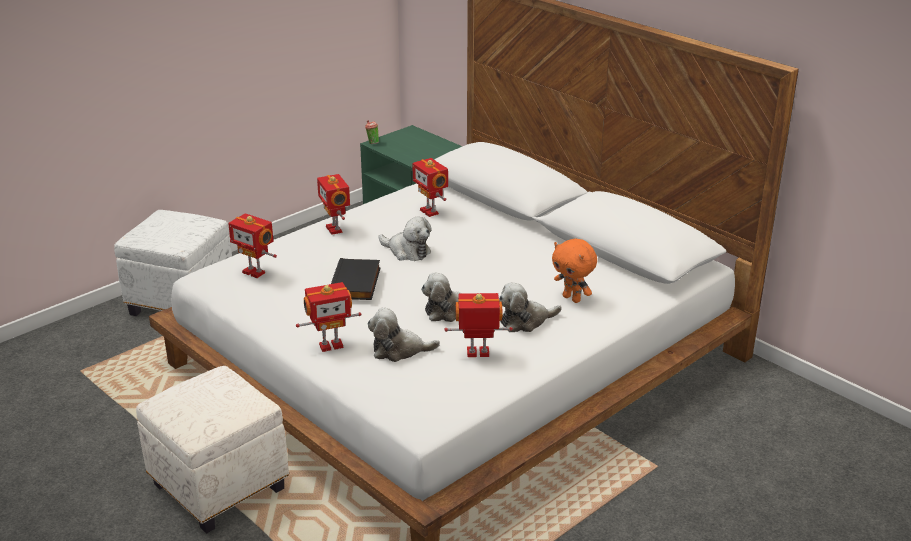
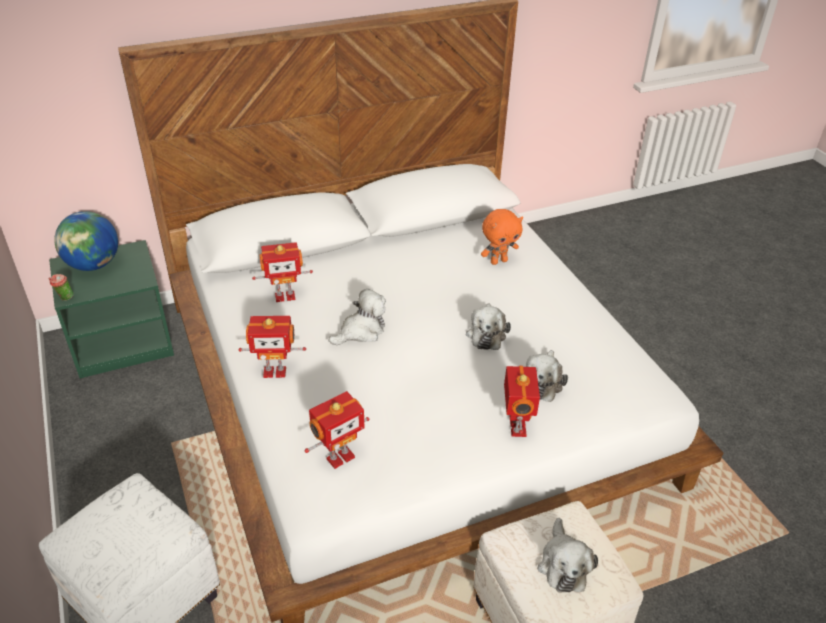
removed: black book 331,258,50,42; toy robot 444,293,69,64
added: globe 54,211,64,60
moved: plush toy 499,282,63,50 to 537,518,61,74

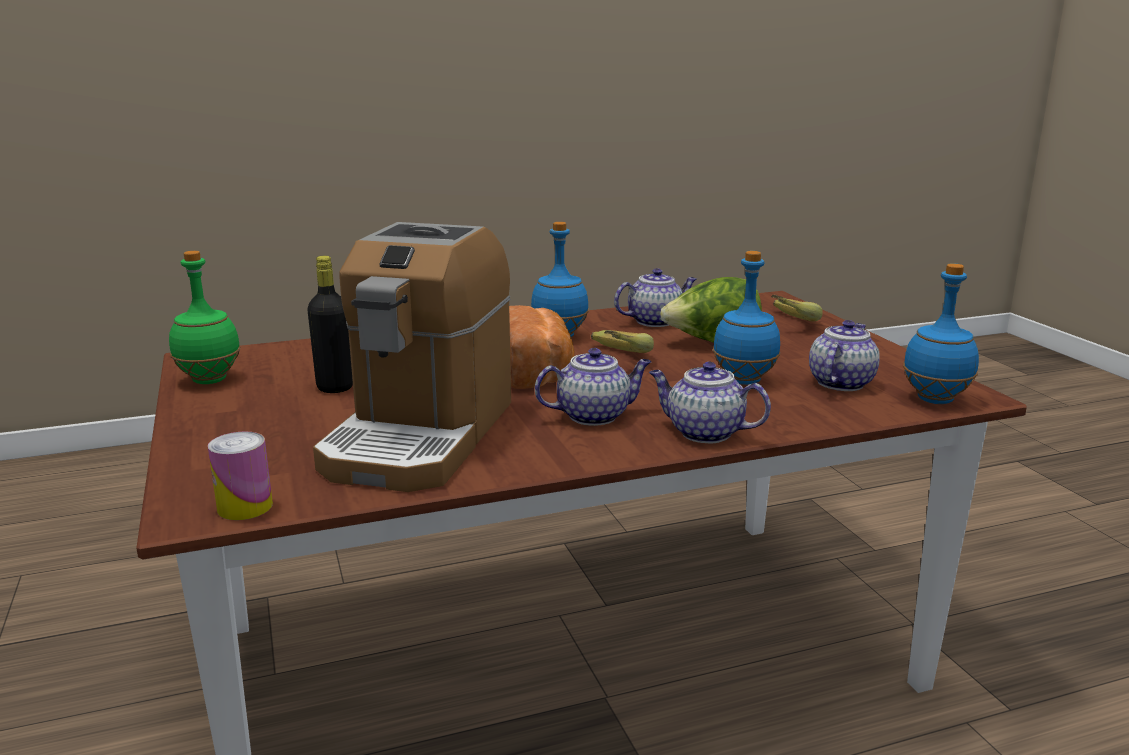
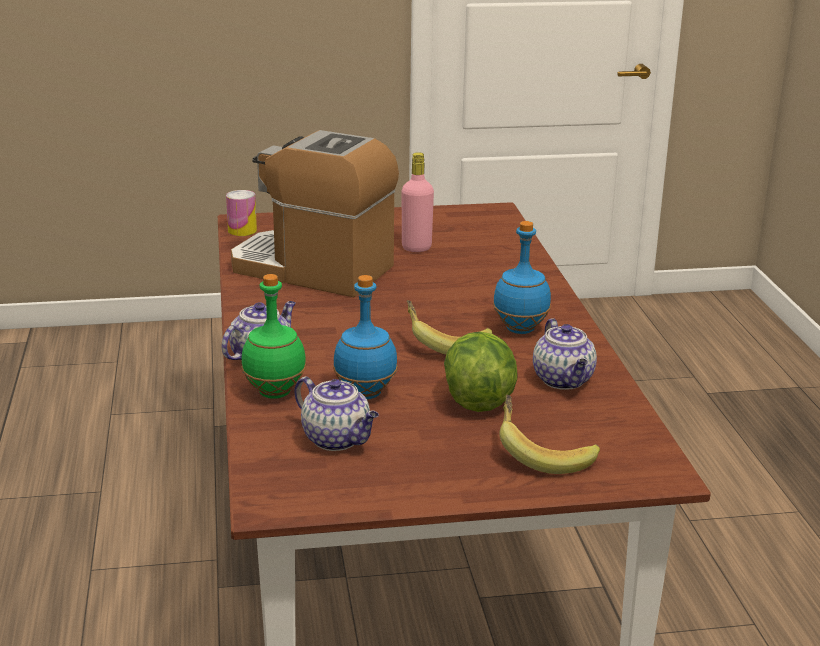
removed: bread 509,305,66,84; teapot 535,348,116,78; blue bottle 903,263,76,141
moved: green bottle 169,251,72,133 to 241,274,65,125
recoloured: black bottle 307,256,46,137 to pink bottle 402,152,32,100

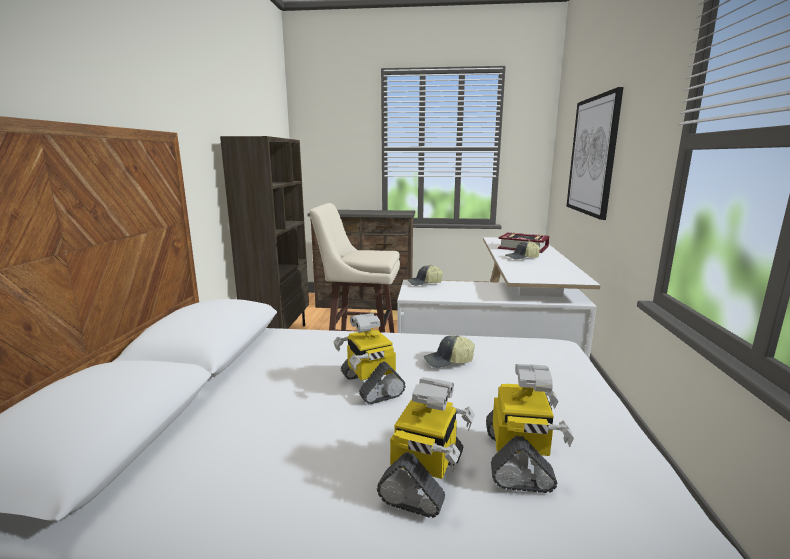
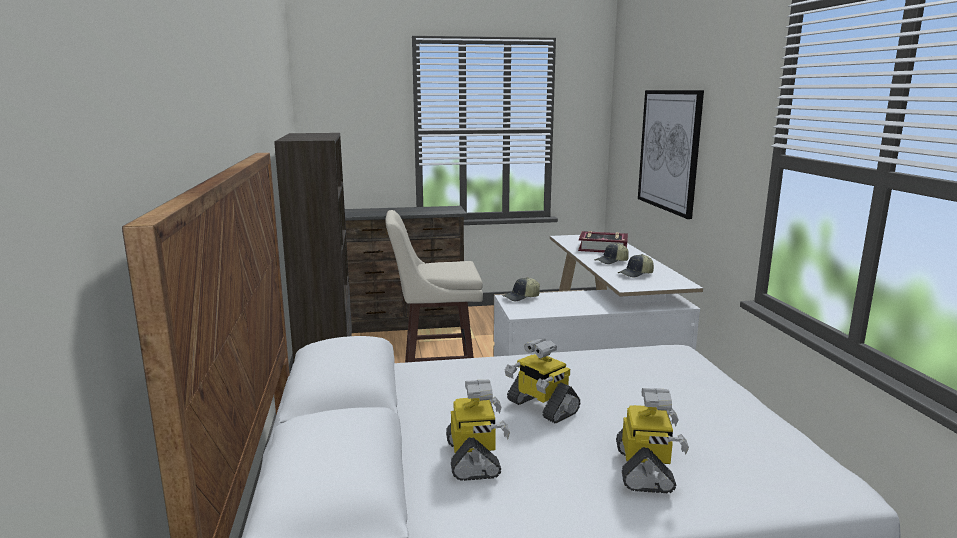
moved: cap 423,335,52,33 to 618,254,36,24; toy robot 486,364,88,129 to 446,380,64,101

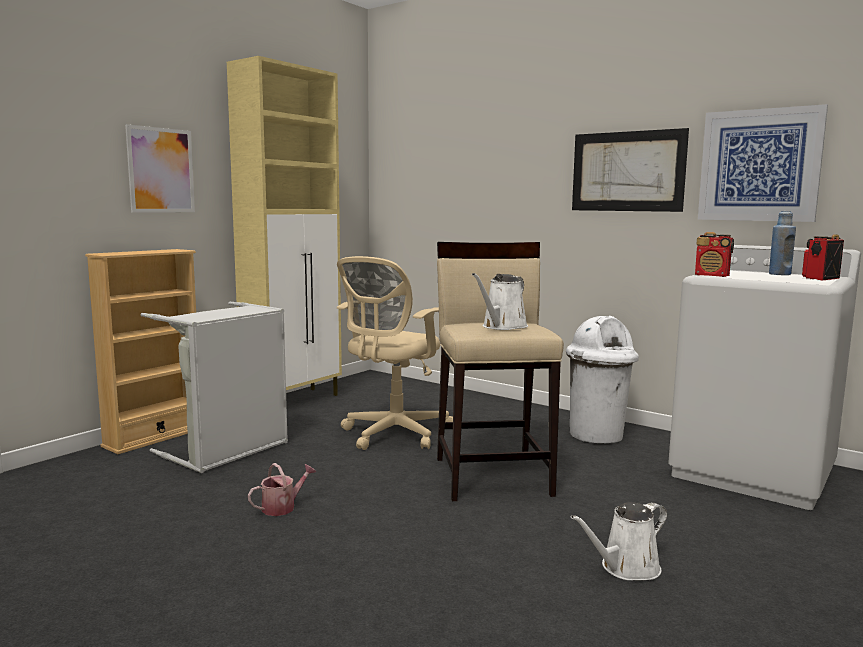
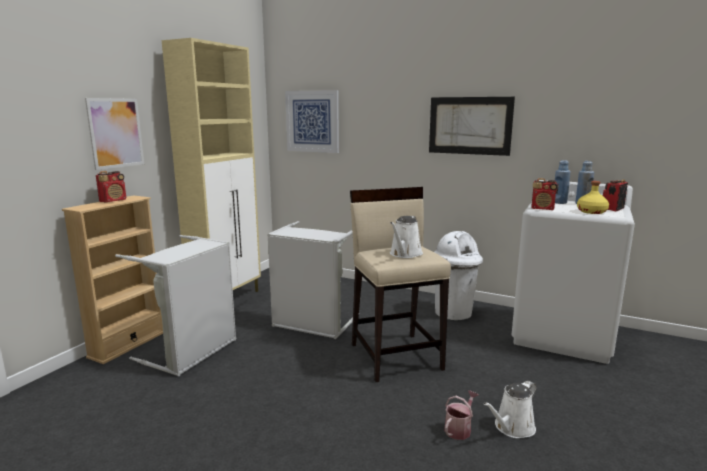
added: radio 96,171,30,32; blue bottle 555,160,16,44; yellow bottle 577,181,32,33
moved: watering can 248,463,68,53 to 444,390,35,50; picture 698,104,130,118 to 285,90,54,63
replaced: beige office chair 337,256,116,194 to grey laundry basket 267,221,86,118

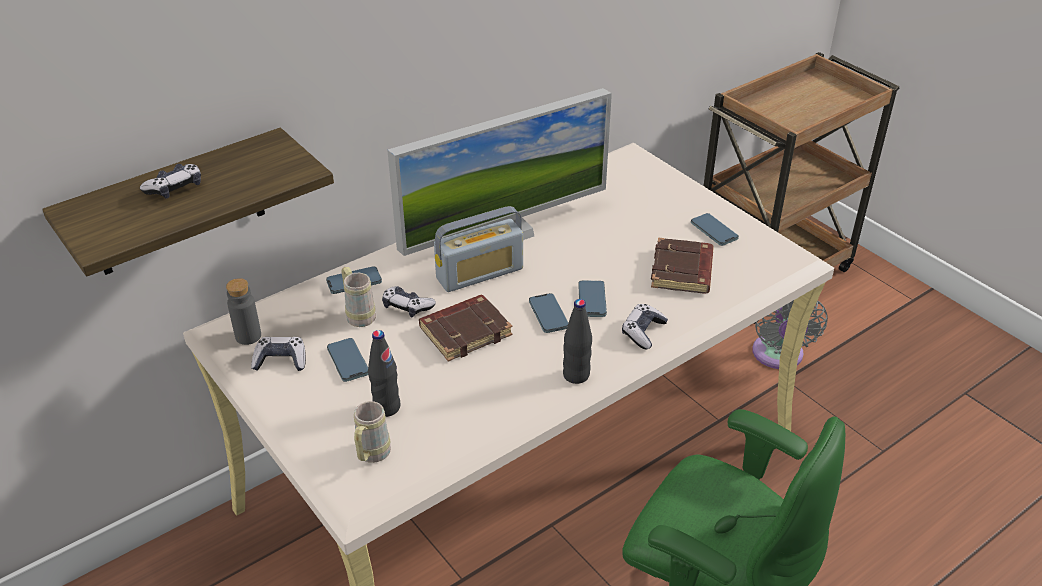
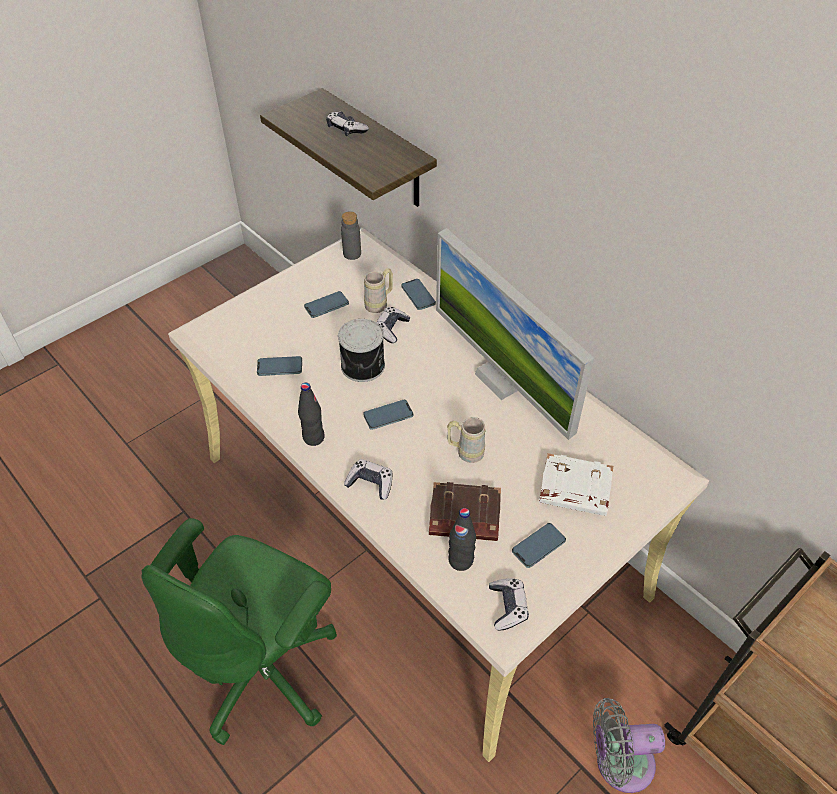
removed: radio 434,206,89,86
added: white book 539,453,74,63
moved: game controller 251,337,55,34 to 489,578,40,52; beige mug 354,401,37,62 to 447,417,38,46; black bottle 368,330,33,87 to 448,508,28,63; phone 578,281,29,36 to 257,356,45,20
replaced: brown book 419,295,93,67 to can 338,319,47,63

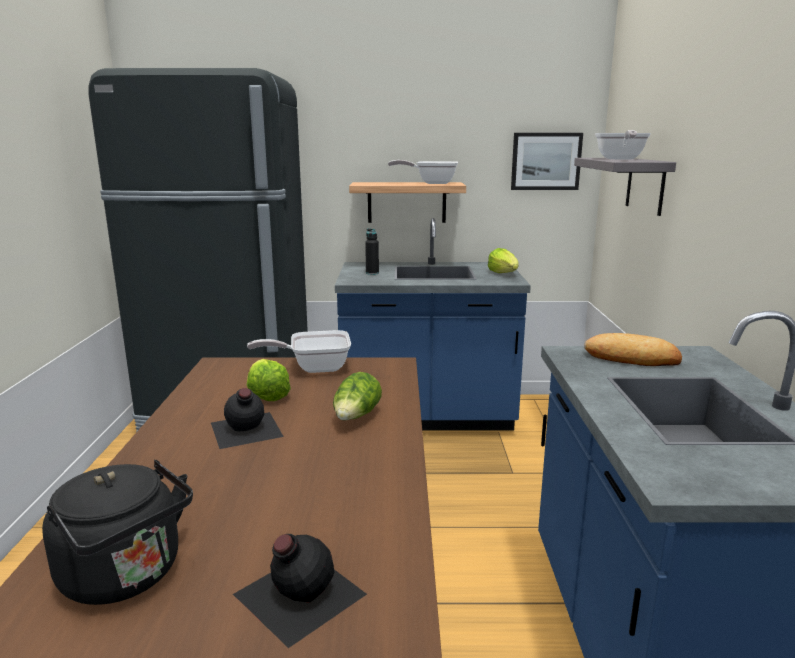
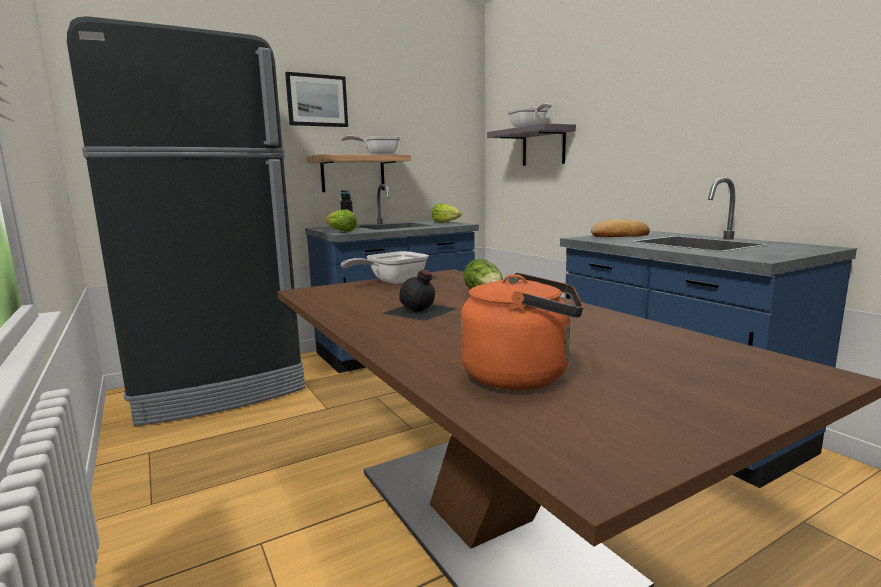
removed: black bottle 233,534,134,114
moved: lettuce 247,359,44,42 to 325,209,32,23; picture 511,133,72,57 to 285,72,63,55
recoloured: black kettle 42,460,151,145 to orange kettle 460,273,123,117

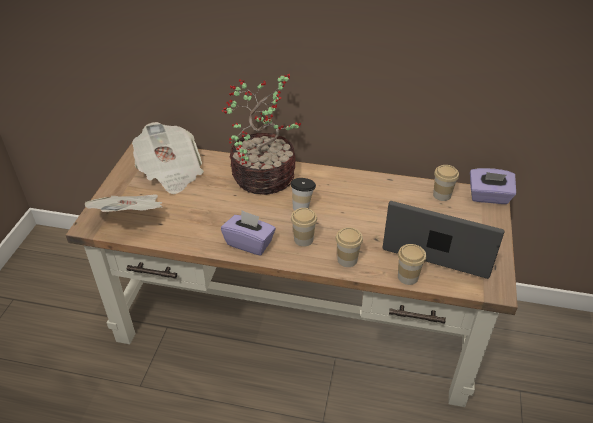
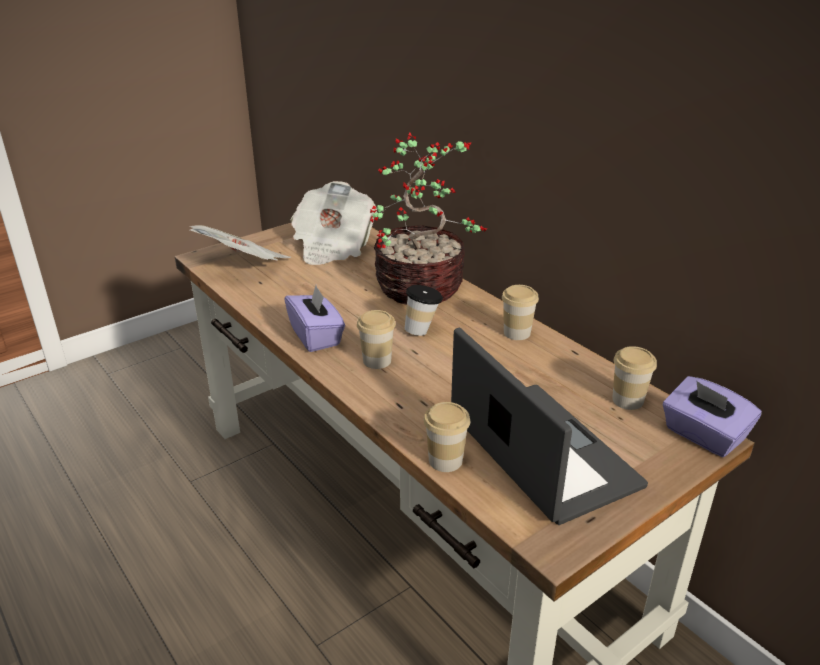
moved: cup 335,227,28,40 to 502,285,37,55

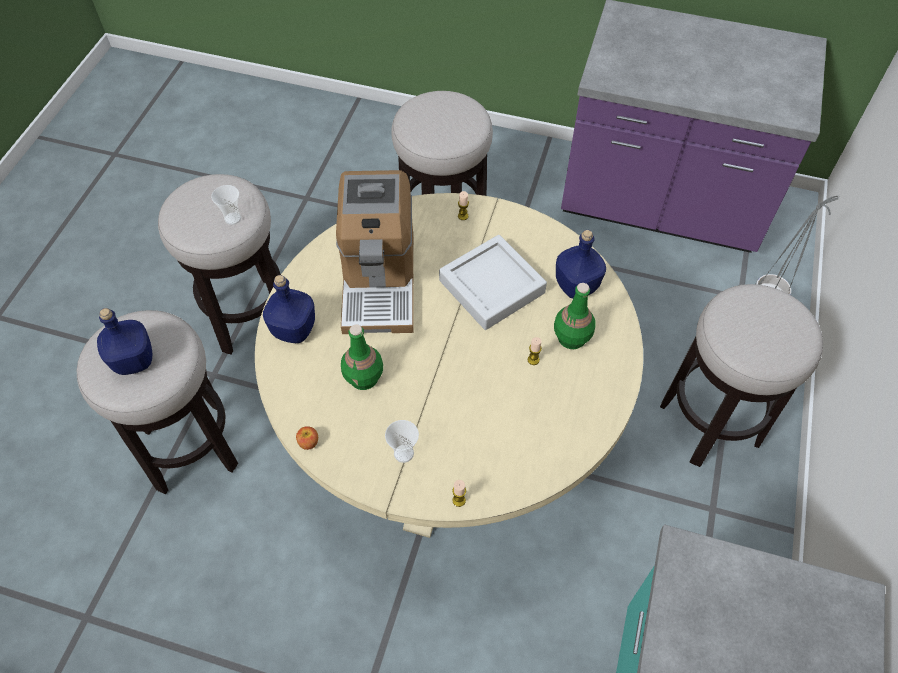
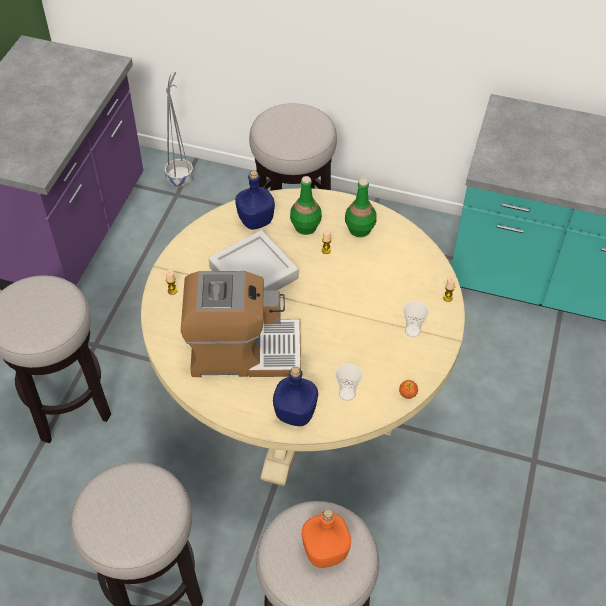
moved: cup 211,185,30,40 to 335,364,28,37; green bottle 341,324,42,66 to 345,179,32,58
recoloured: blue bottle 97,308,55,67 to orange bottle 301,509,50,59

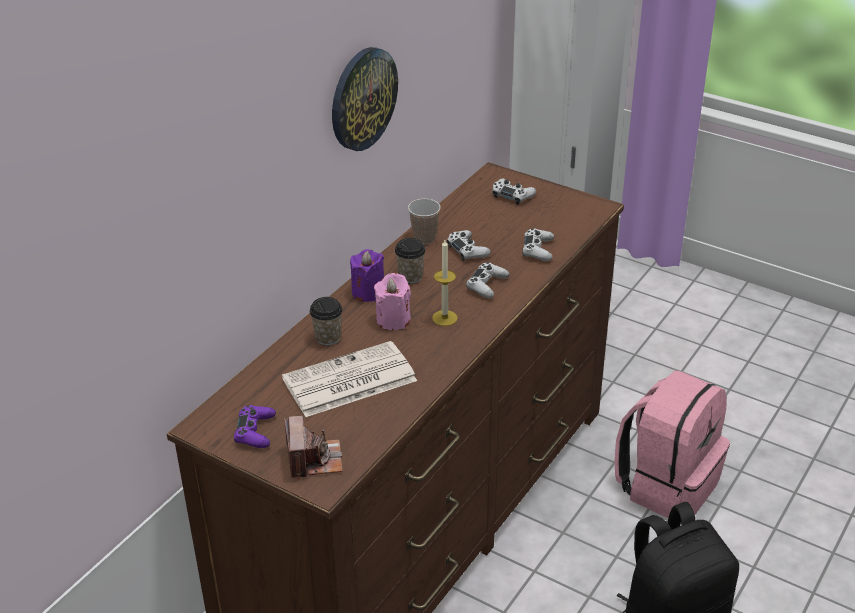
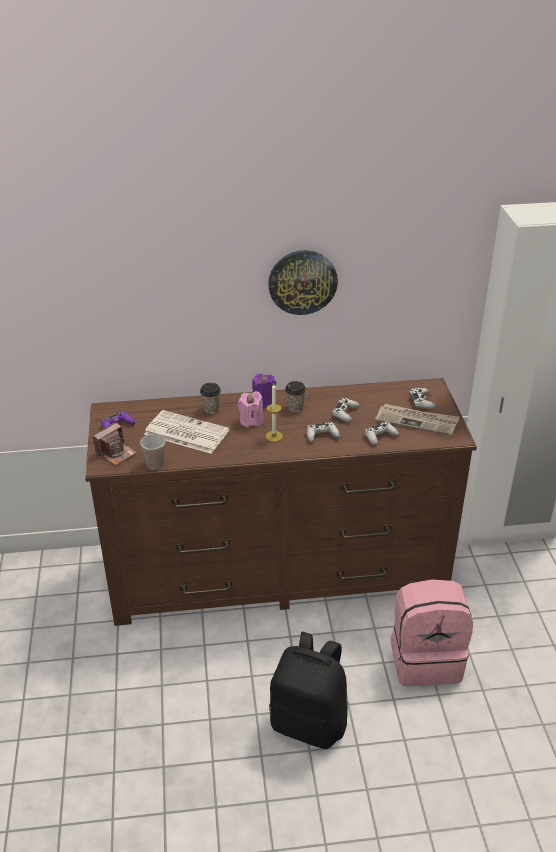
added: newspaper 375,404,84,32
moved: cup 408,199,33,45 to 140,434,26,35

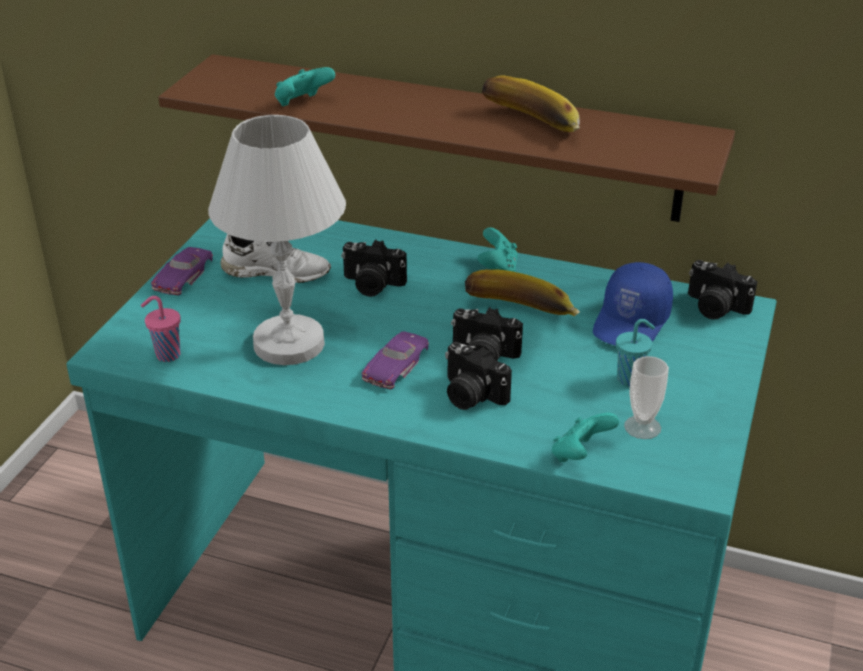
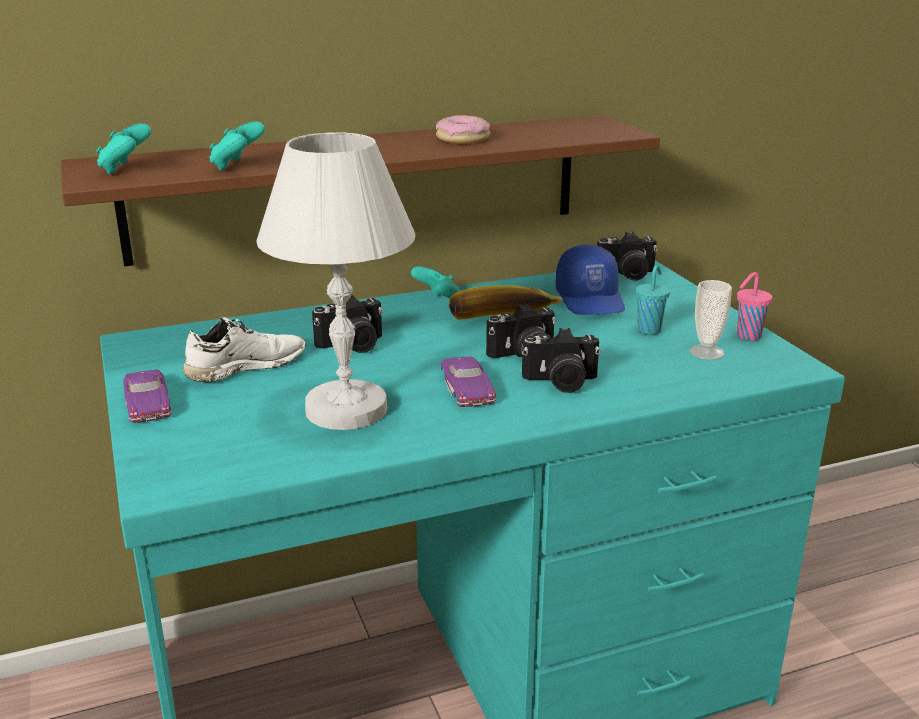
moved: pink cup 141,296,40,66 to 737,272,35,69; turquoise game controller 552,413,67,49 to 96,123,55,52
replaced: banana 482,75,98,57 to donut 436,115,55,29

